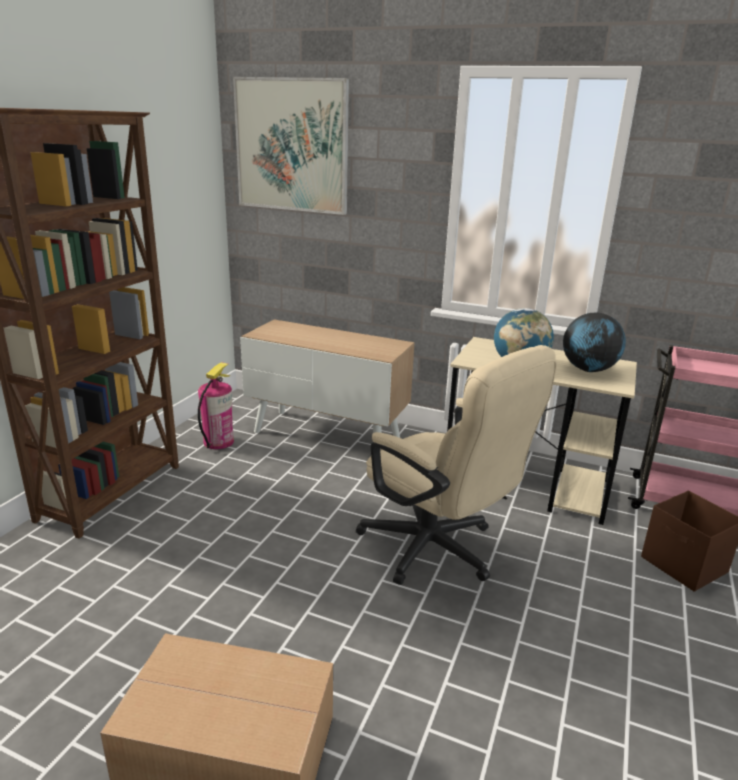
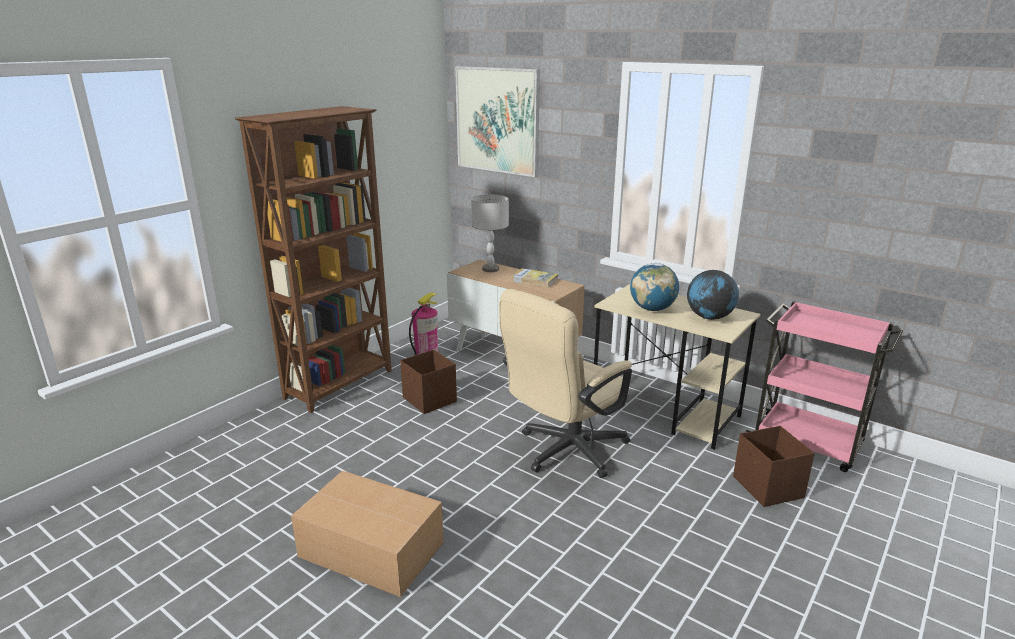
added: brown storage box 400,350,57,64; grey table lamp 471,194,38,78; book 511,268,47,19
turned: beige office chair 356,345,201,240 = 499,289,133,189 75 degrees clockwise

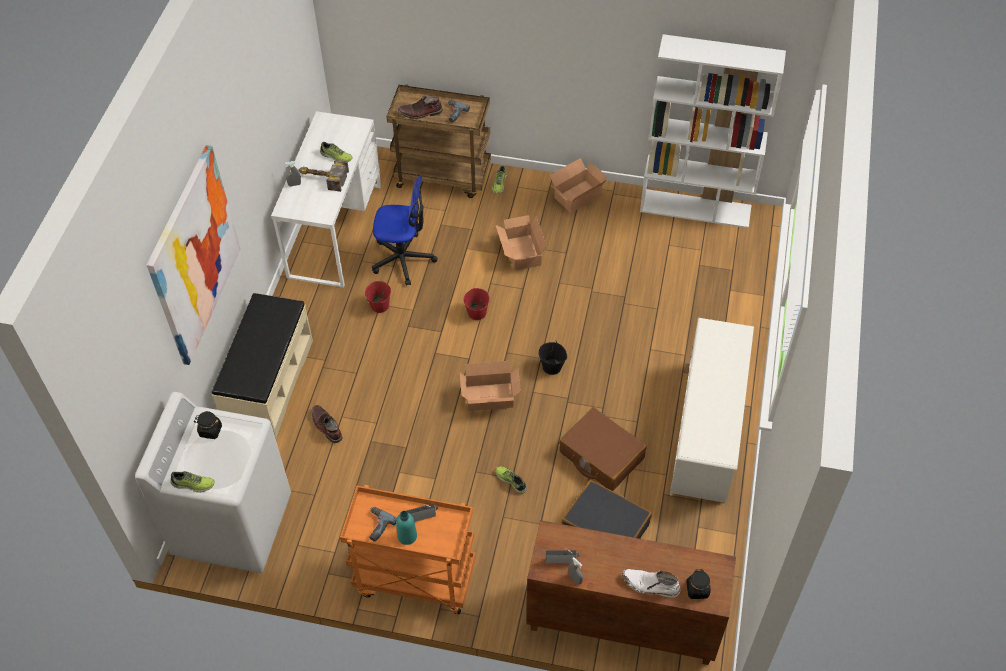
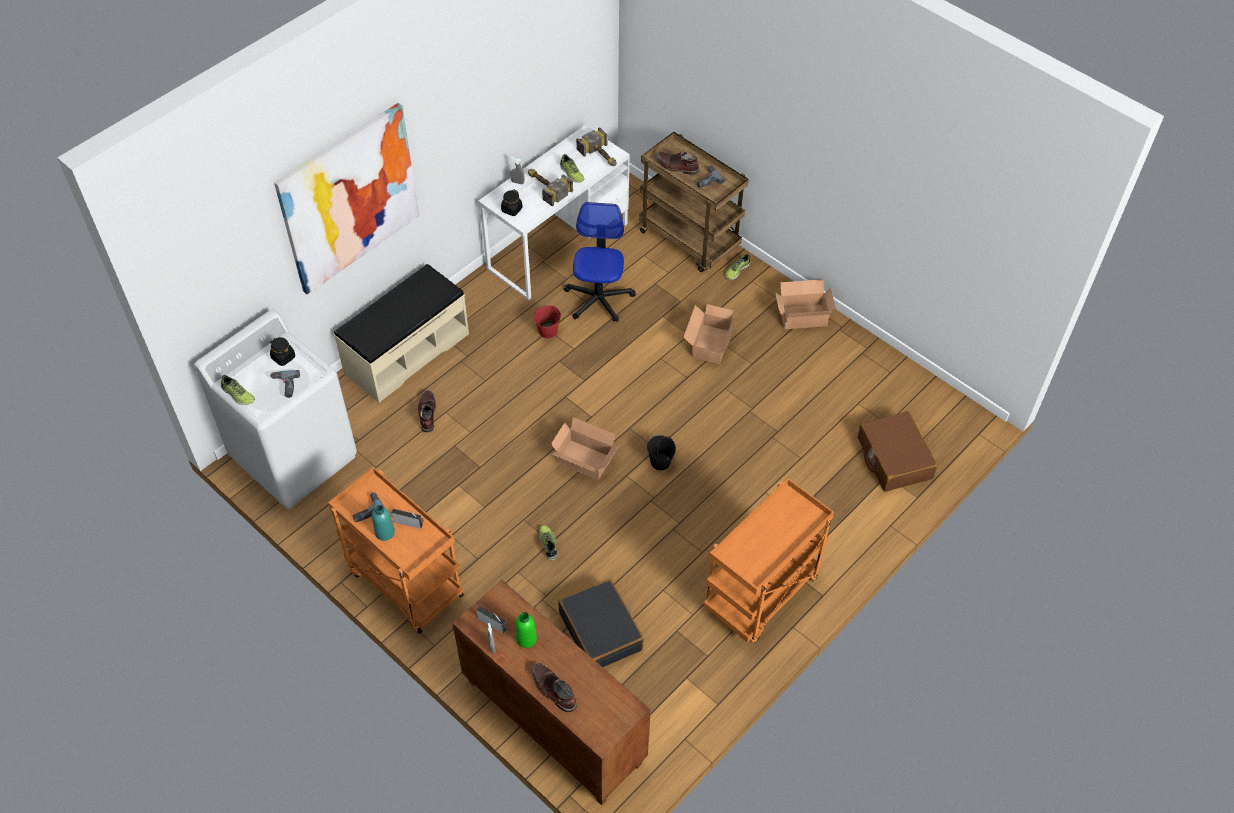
removed: red bucket 463,288,27,32; white bookcase 640,34,146,194
added: power drill 270,370,30,28; green bottle 515,612,22,36; hammer 576,127,41,39
moved: brown suitcase 559,407,88,84 to 858,411,79,81; black jar 686,568,24,31 to 501,189,22,27
replaced: white shoe rack 670,318,84,185 to orange cart 703,478,131,165
recoloured: white boot 622,569,58,28 to brown boot 532,663,45,50
turned: office chair 372,175,65,111 = 564,202,72,120 120 degrees counterclockwise

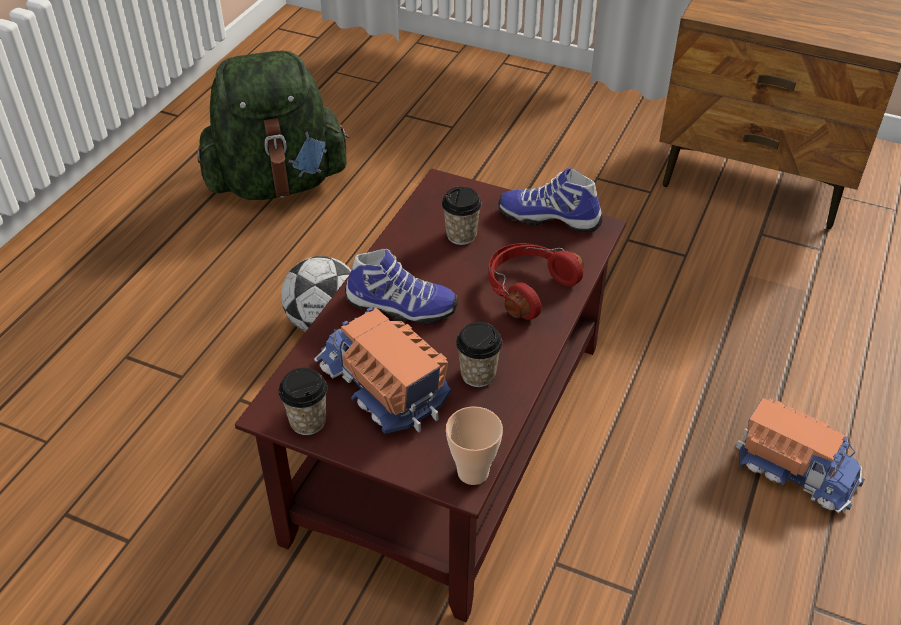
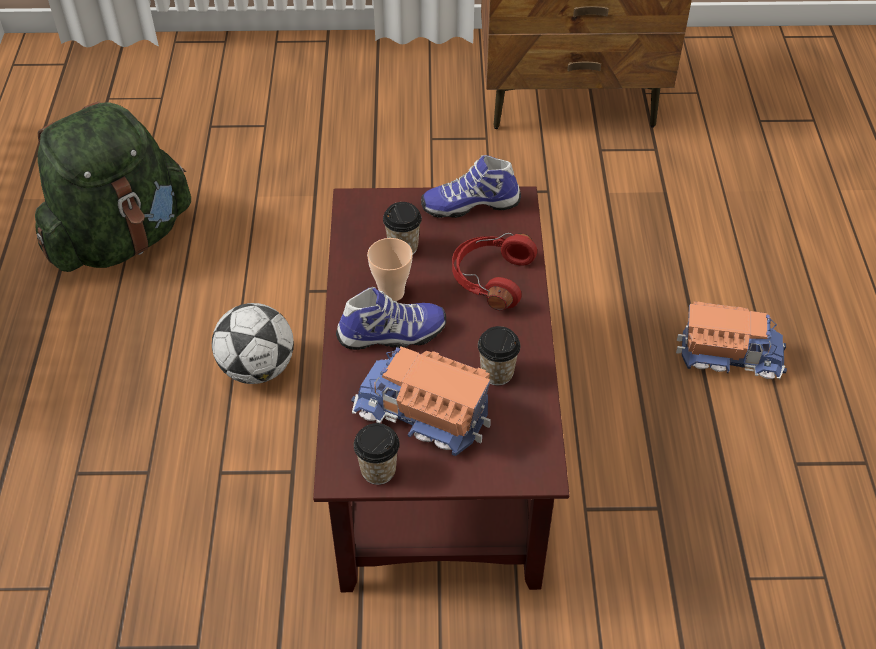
moved: cup 446,406,57,79 to 367,238,46,63

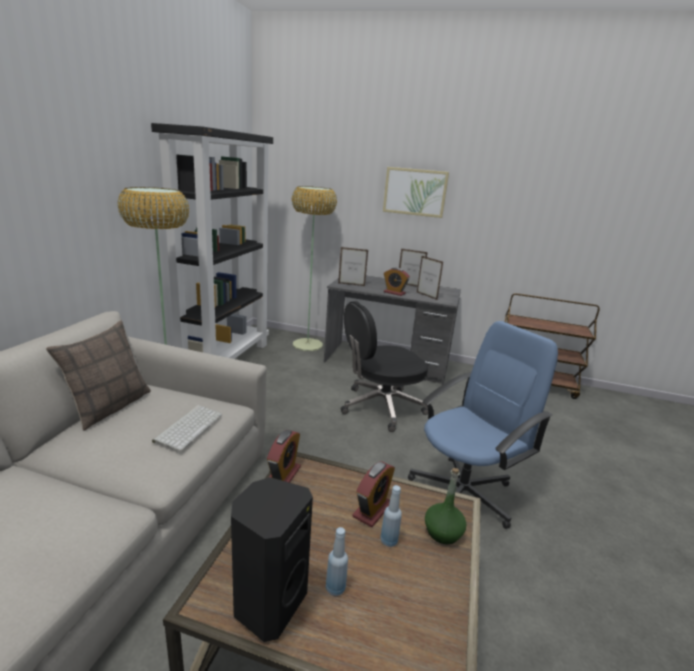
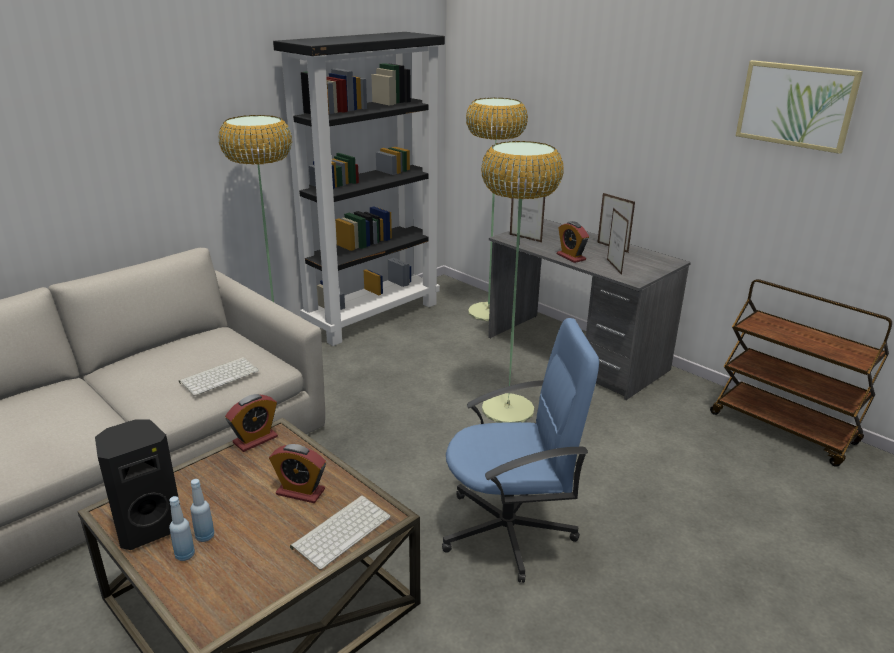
removed: pillow 46,320,105,111
moved: blue bottle 380,485,22,62 to 169,496,26,65; picture 383,167,66,51 to 736,60,127,94
replaced: black office chair 341,301,88,131 to floor lamp 481,141,83,282; green bottle 425,468,41,76 to keyboard 290,495,101,75
turned: alarm clock 353,461,42,66 = 269,444,57,59 45 degrees clockwise

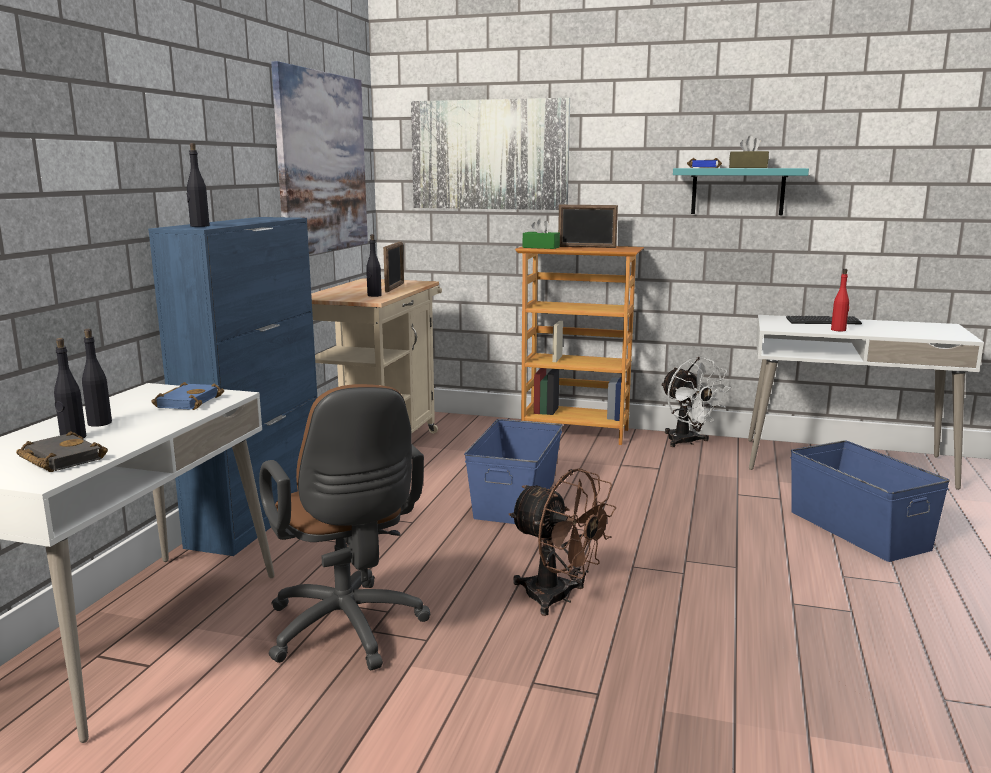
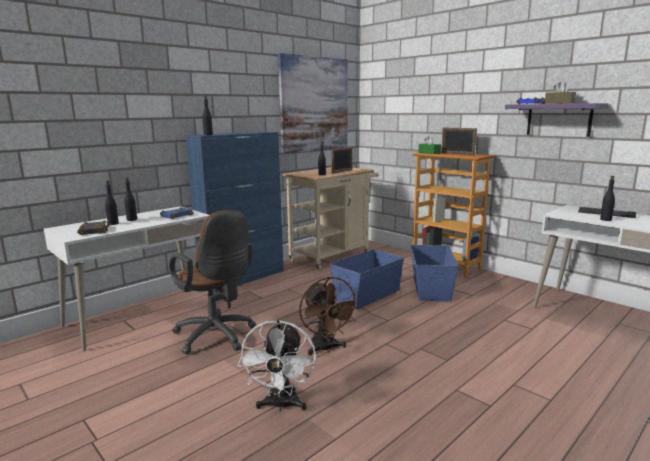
removed: picture 411,98,159,112
moved: white fan 661,357,70,90 to 238,320,78,92; blue storage box 790,440,160,122 to 410,245,49,57
recoloured: turquoise shelf 673,168,136,47 to purple shelf 505,103,103,34; red bottle 831,269,18,62 to black bottle 600,176,15,45
turned: brown office chair 259,384,172,286 = 169,210,87,145 45 degrees counterclockwise

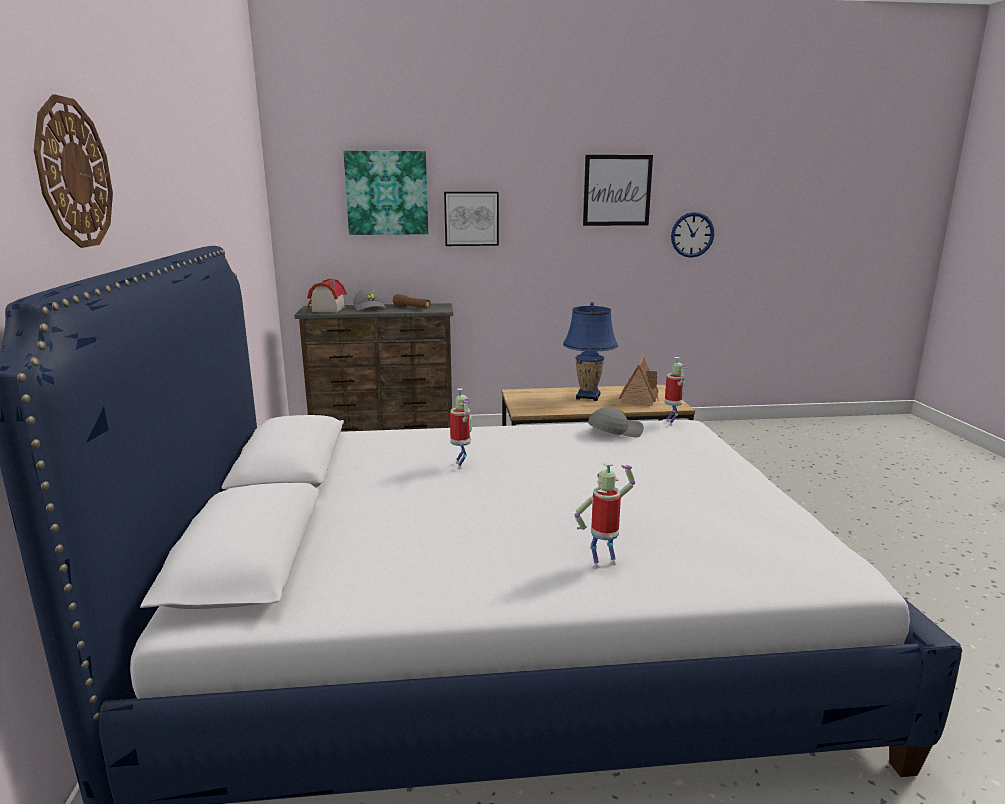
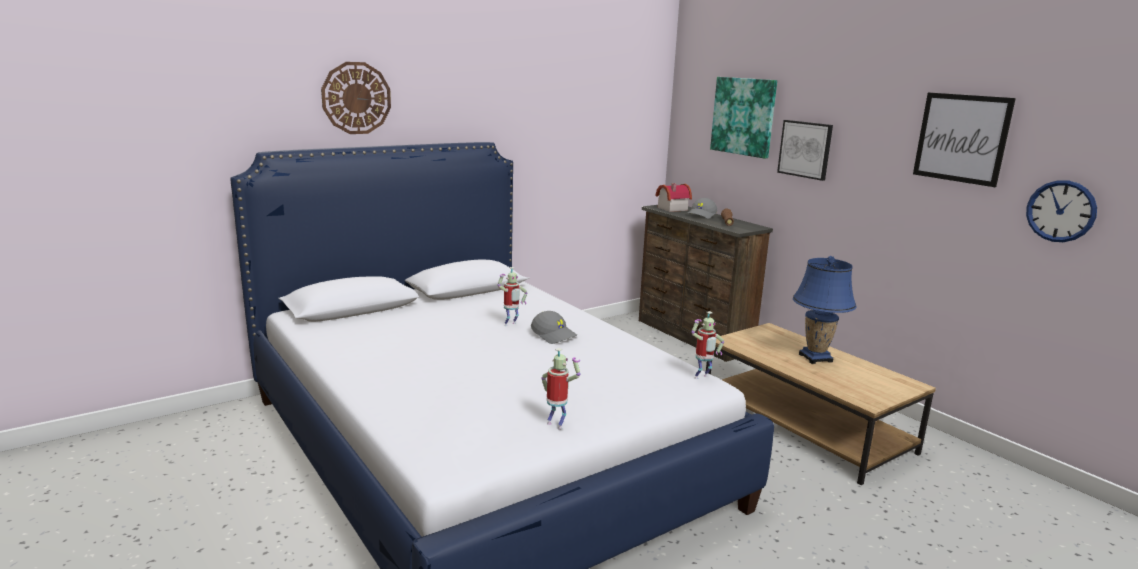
removed: toy house 619,356,40,50
moved: toy robot 574,462,61,107 to 541,348,39,82; grey cap 588,407,56,31 to 531,311,46,33

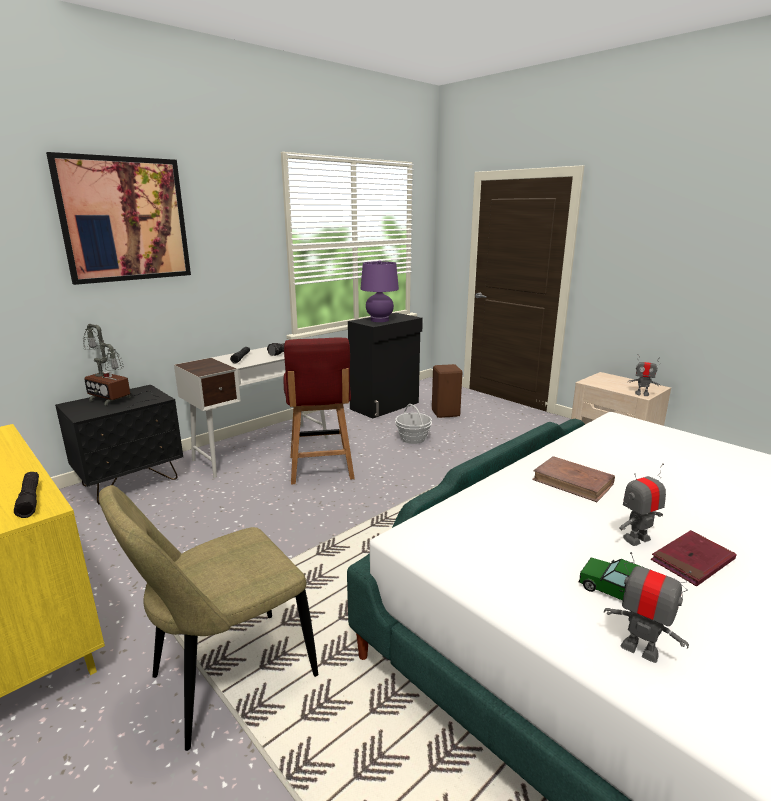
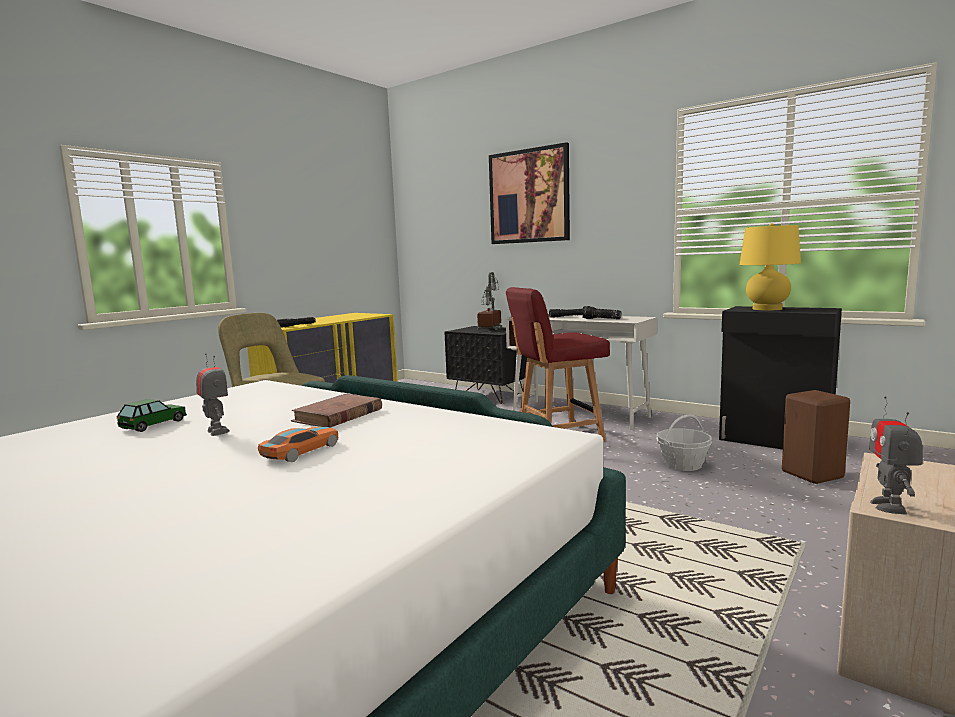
removed: toy robot 604,552,88,111; red book 651,530,86,56
added: toy car 258,427,80,35
recoloured: purple table lamp 361,260,38,62 to yellow table lamp 740,223,61,88

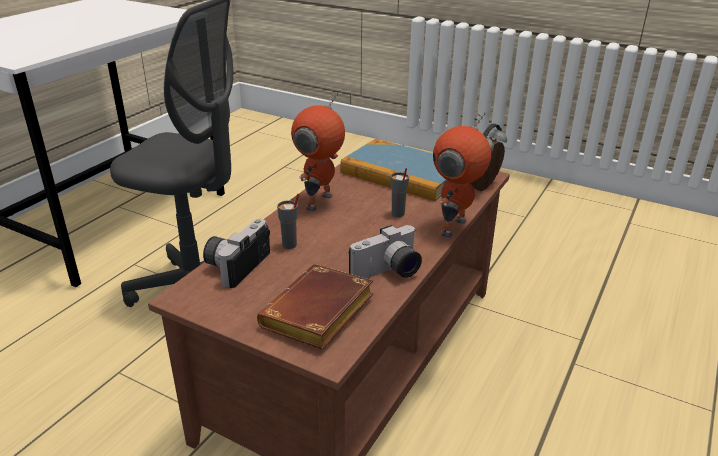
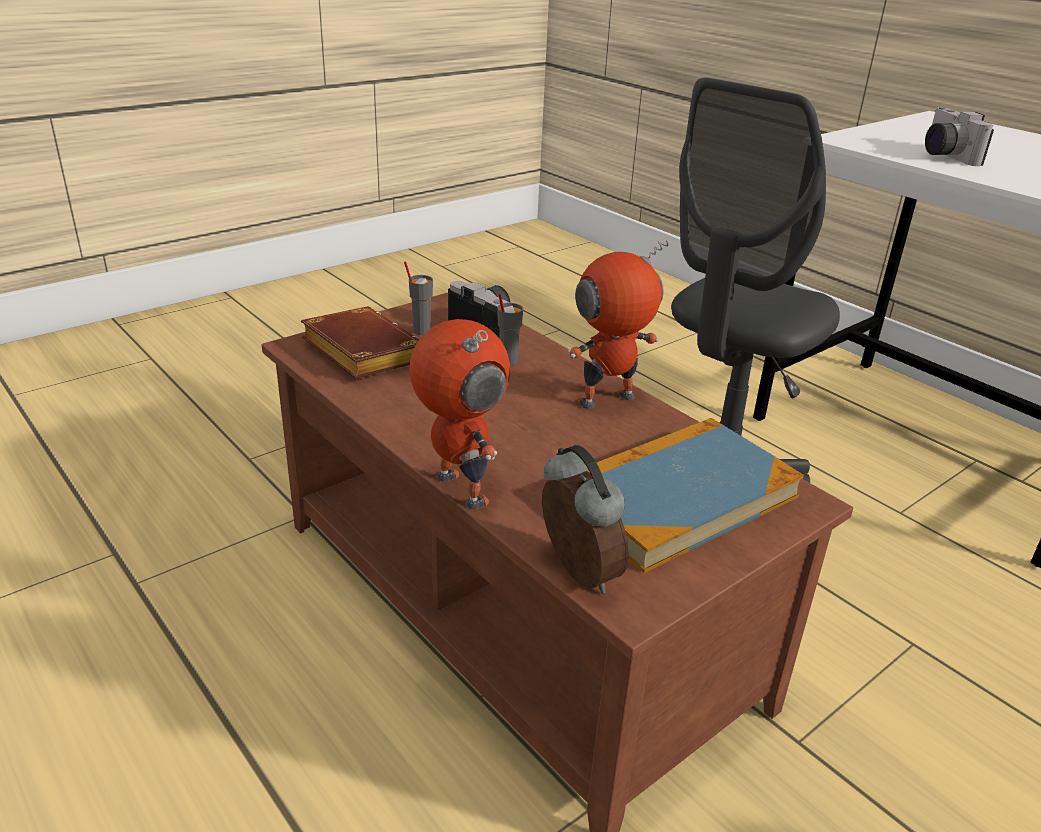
moved: photo camera 349,225,73,54 to 925,107,69,59; grey cup 391,168,18,49 to 404,262,29,73
turned: toy robot 291,92,54,119 = 568,240,100,169 75 degrees counterclockwise

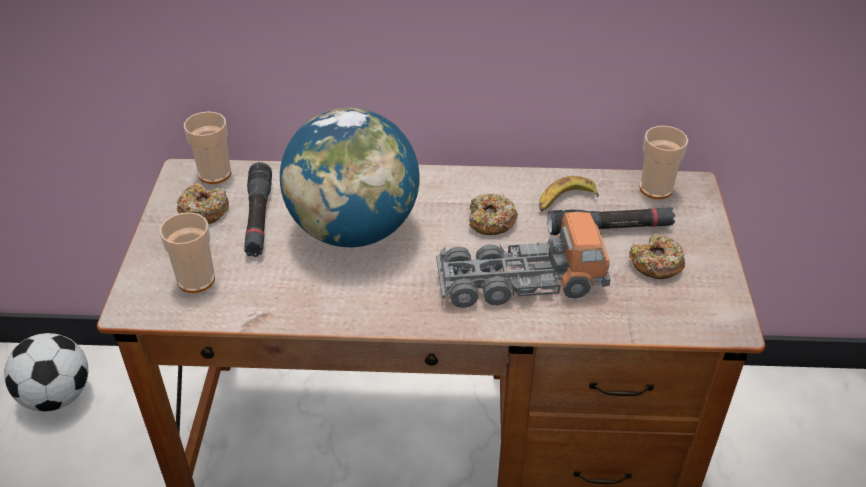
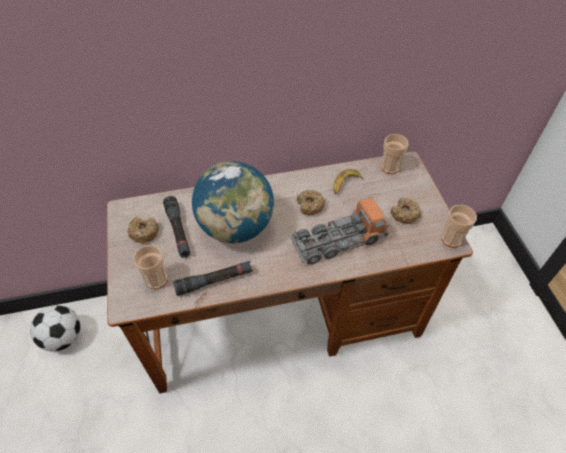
moved: cup 184,111,47,73 to 441,205,36,43; black flashlight 548,207,127,28 to 173,261,80,35

